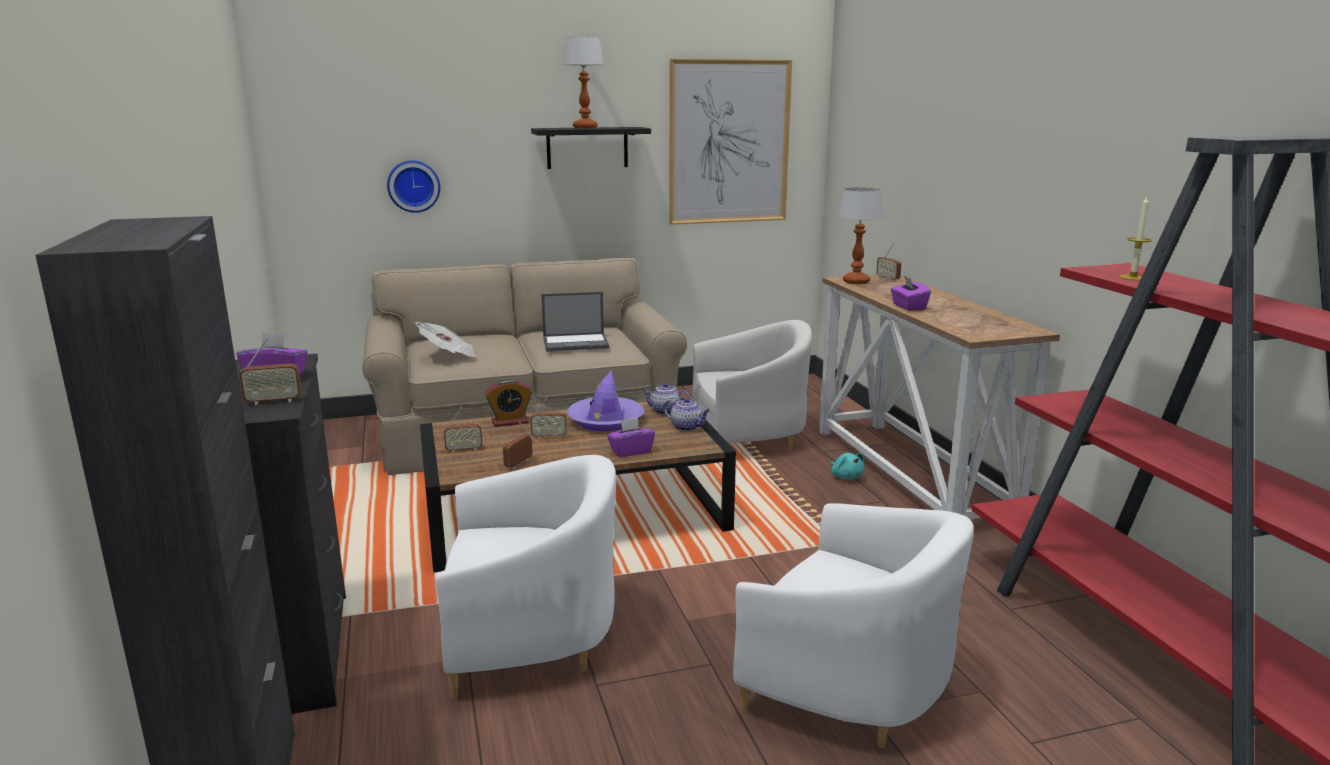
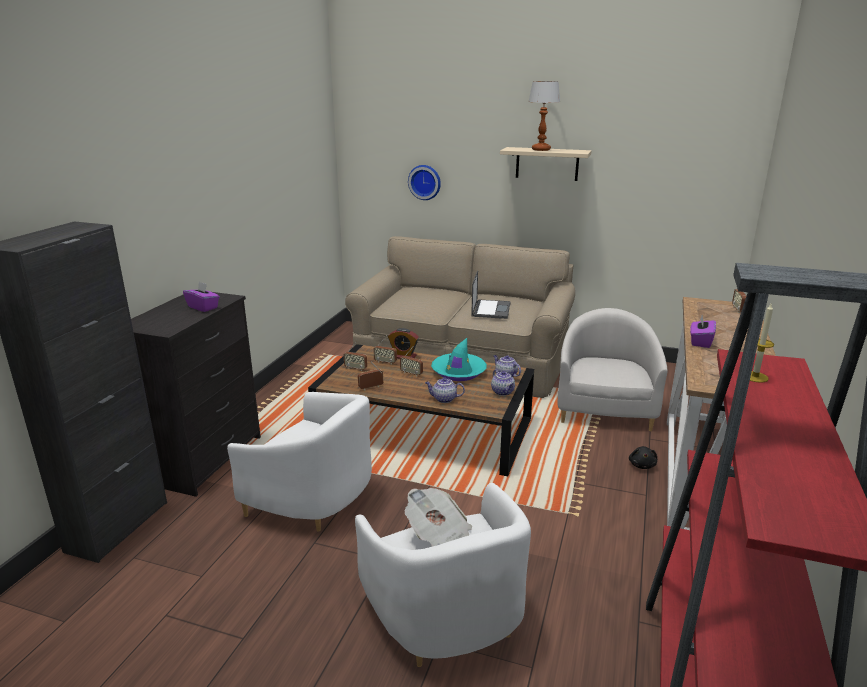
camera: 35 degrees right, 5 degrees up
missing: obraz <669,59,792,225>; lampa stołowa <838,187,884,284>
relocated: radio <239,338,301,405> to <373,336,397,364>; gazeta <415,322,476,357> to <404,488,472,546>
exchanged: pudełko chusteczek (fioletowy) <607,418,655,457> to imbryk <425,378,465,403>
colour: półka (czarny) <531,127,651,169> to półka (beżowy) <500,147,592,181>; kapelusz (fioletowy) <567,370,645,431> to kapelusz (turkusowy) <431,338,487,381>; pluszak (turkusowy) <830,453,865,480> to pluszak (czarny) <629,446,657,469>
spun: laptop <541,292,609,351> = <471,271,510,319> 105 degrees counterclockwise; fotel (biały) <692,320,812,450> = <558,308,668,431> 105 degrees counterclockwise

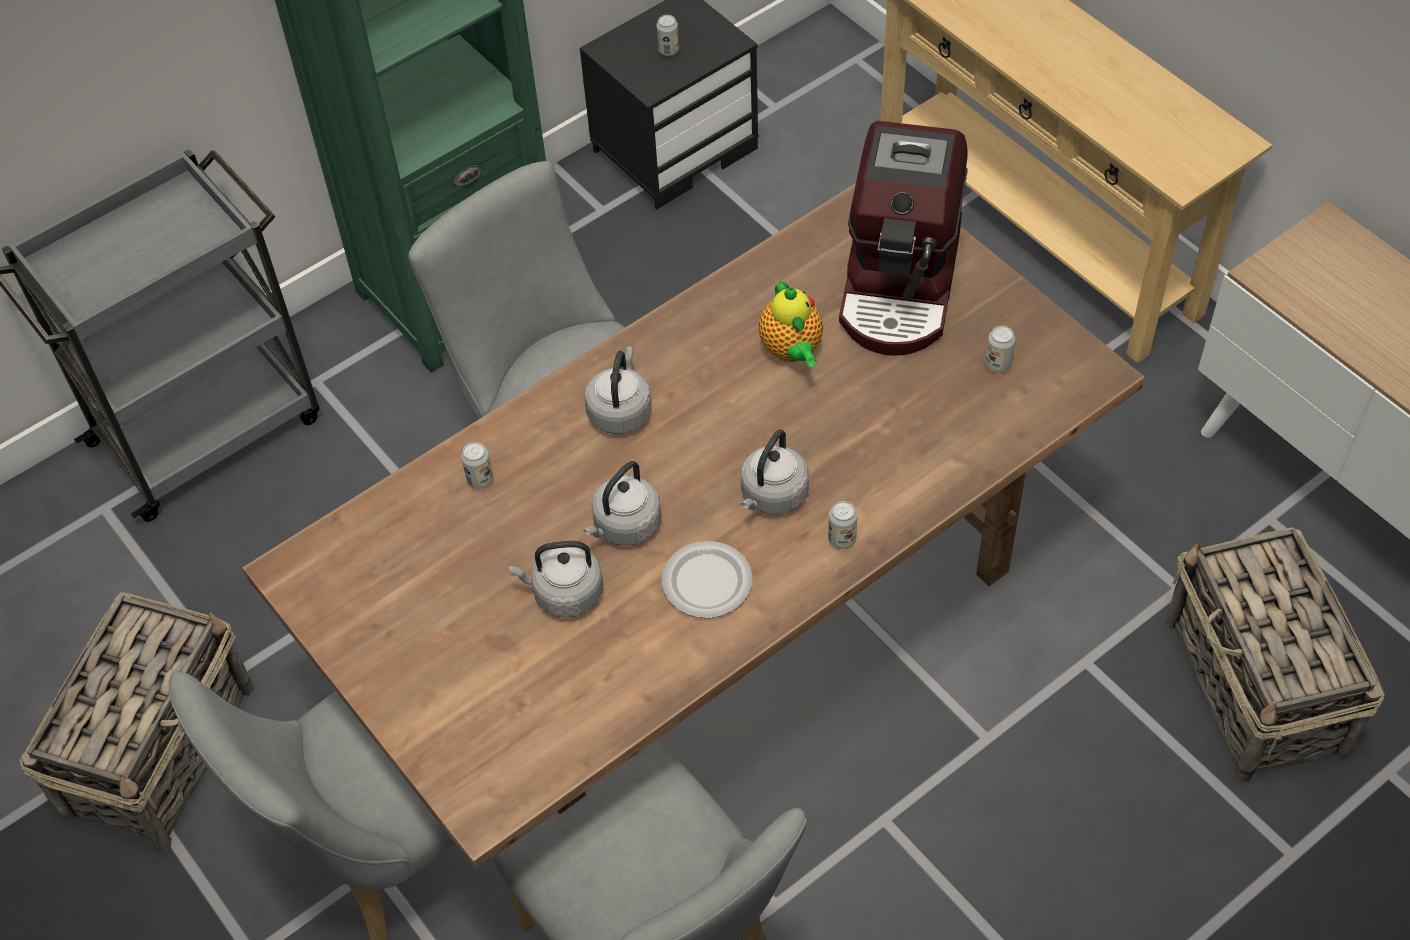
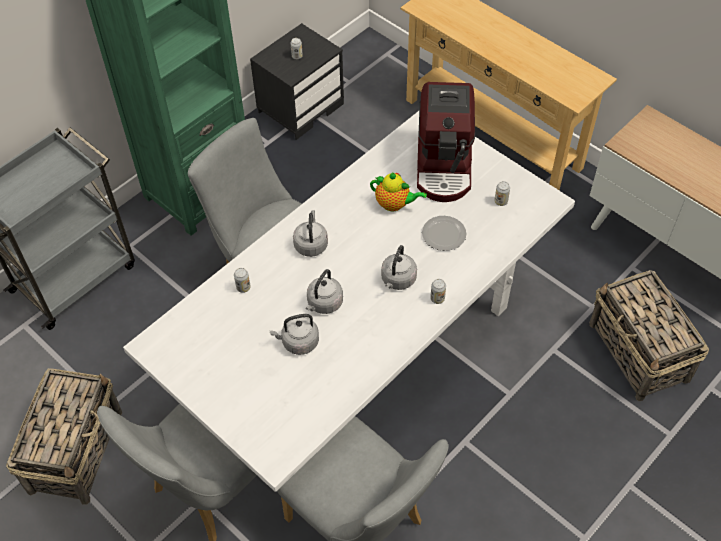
camera: 10 degrees left, 0 degrees up
relocated: talerz <662,541,752,618> to <422,216,466,251>
colour: stół jadalny (brązowy) <243,183,1144,869> to stół jadalny (biały) <123,111,575,492>
spun: imbryk <758,279,823,367> = <370,172,427,212> 45 degrees counterclockwise

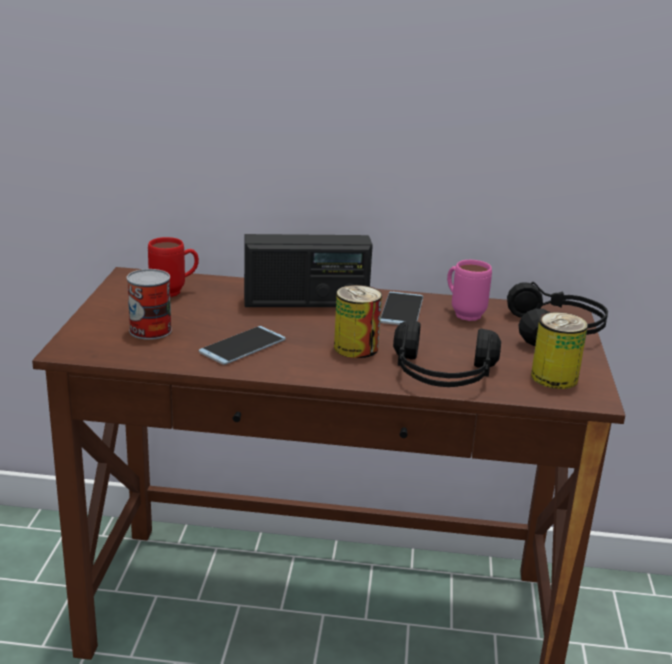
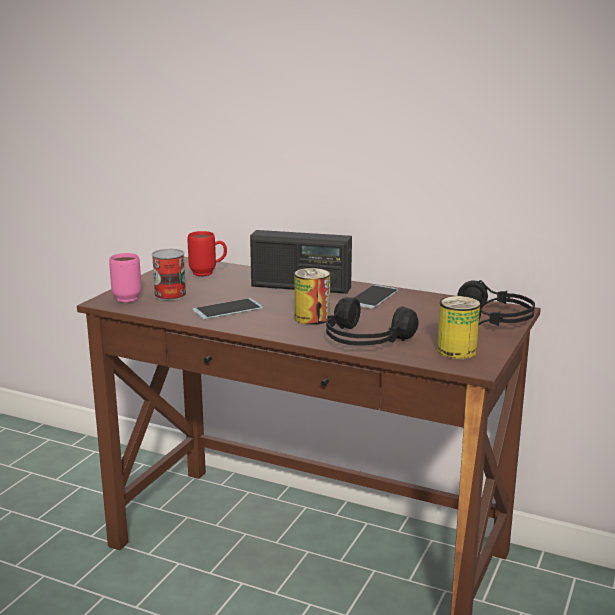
camera: 20 degrees right, 5 degrees down
relocated: kubek (różowy) <447,260,492,321> to <109,253,142,303>

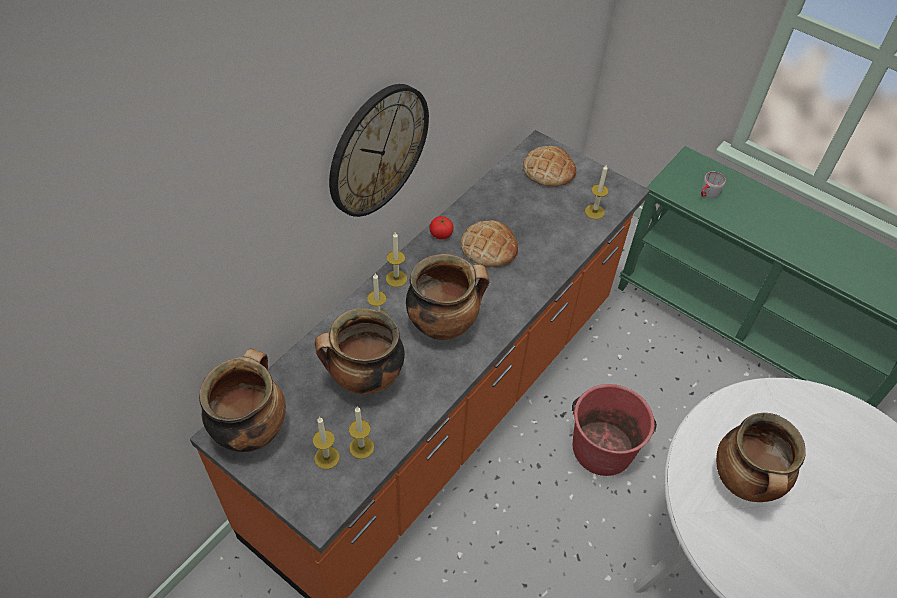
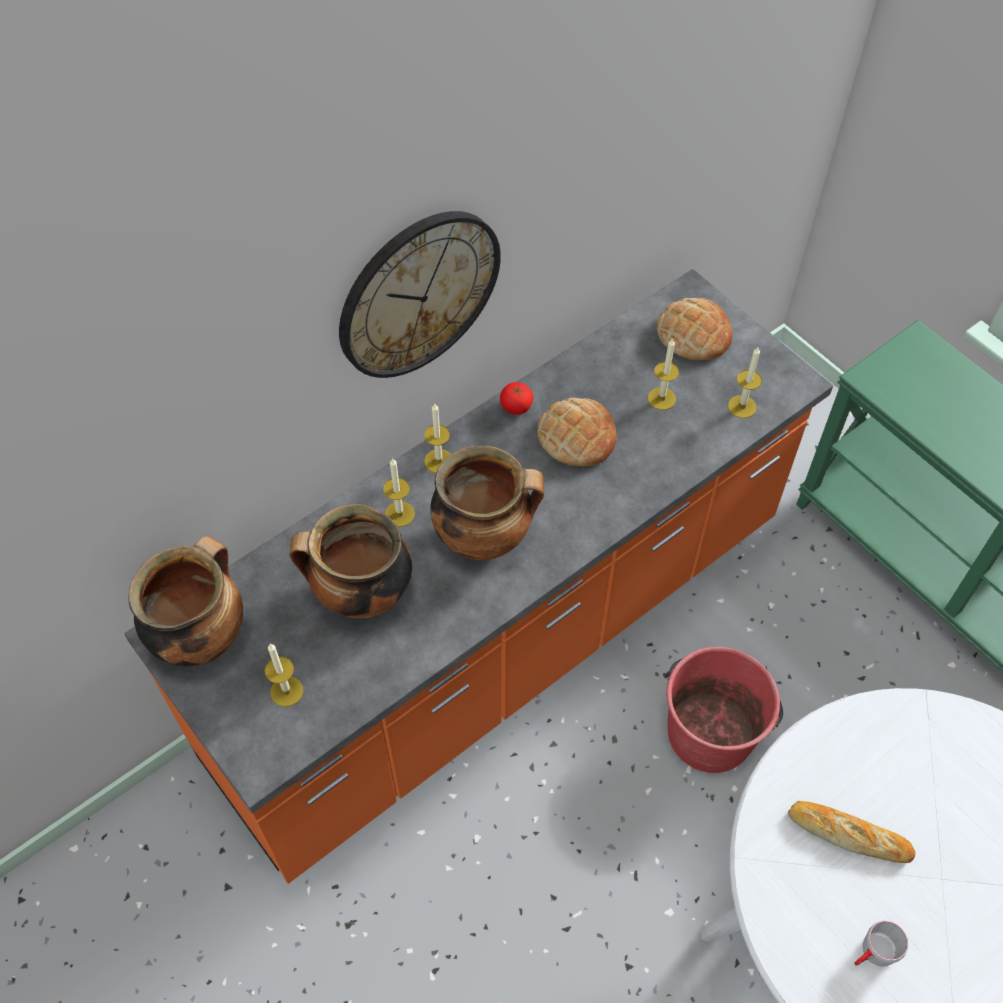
camera: 15 degrees right, 5 degrees up
relocated: świeca <349,407,374,459> to <648,338,679,410>; kubek (szary) <701,172,725,198> to <855,921,908,967>
exchanged: garnek <716,413,806,502> to chleb <788,801,915,863>

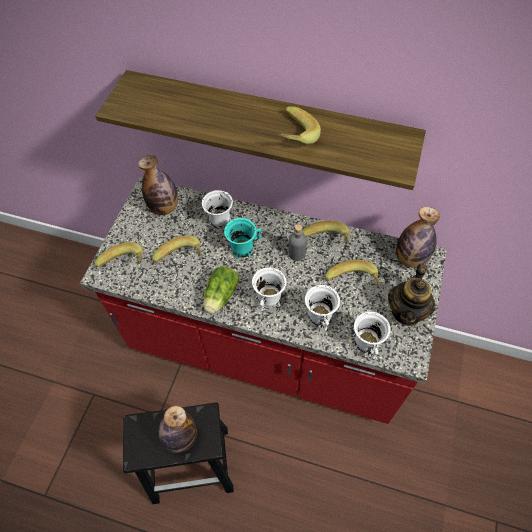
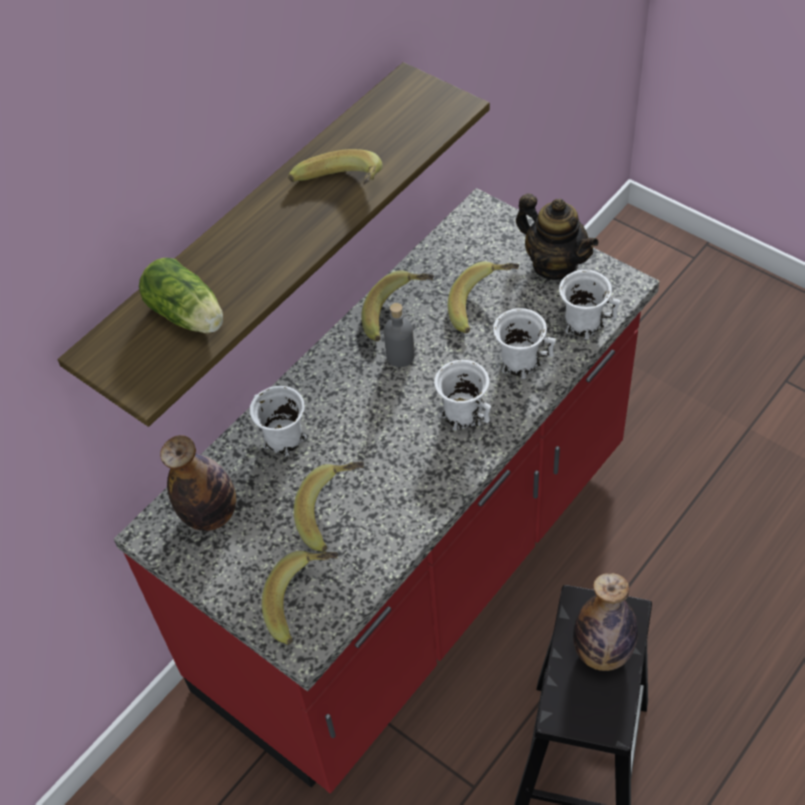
camera: 65 degrees left, 5 degrees down
missing: kubek (turkusowy) <224,218,261,259>; butelka <396,207,440,268>
relocated: sałata <203,266,239,314> to <139,258,223,333>

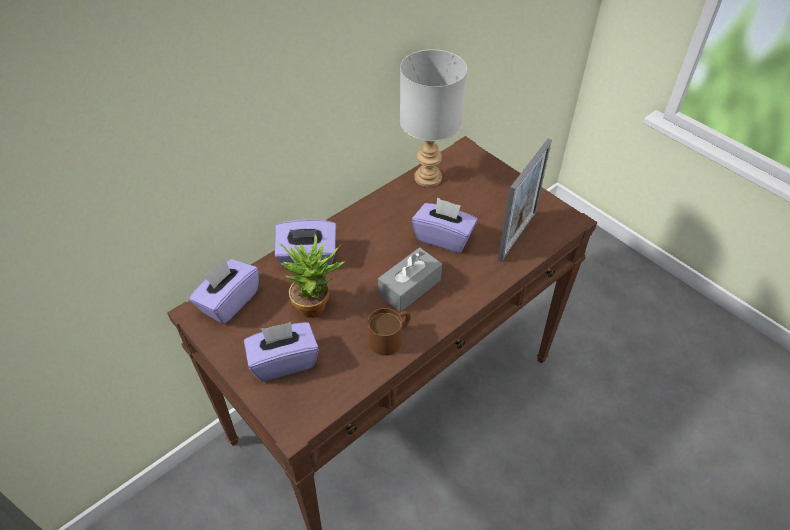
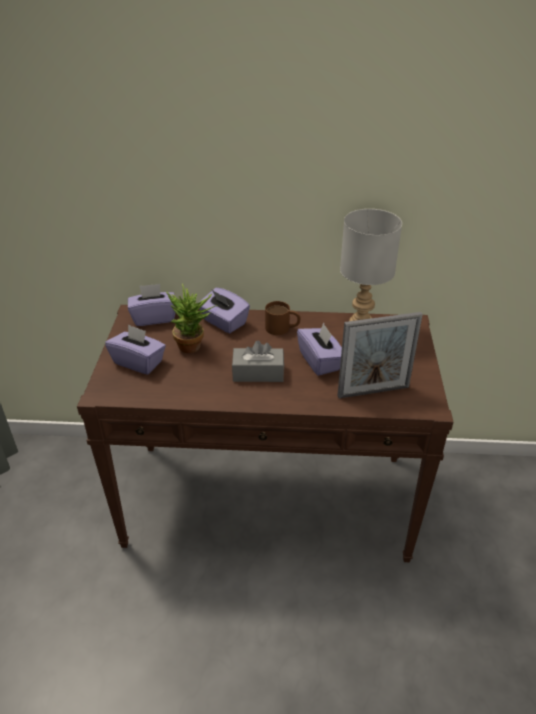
camera: 45 degrees right, 10 degrees down
relocated: kubek (brązowy) <368,308,411,356> to <265,301,300,335>

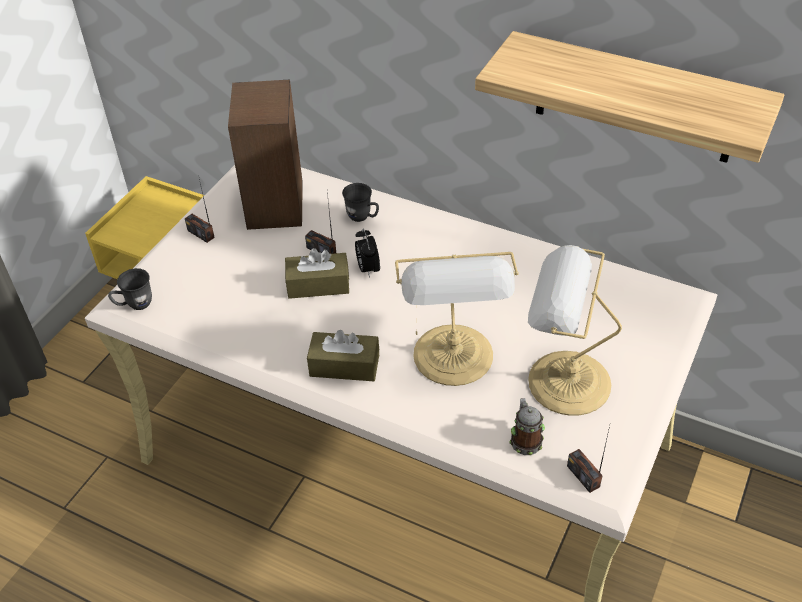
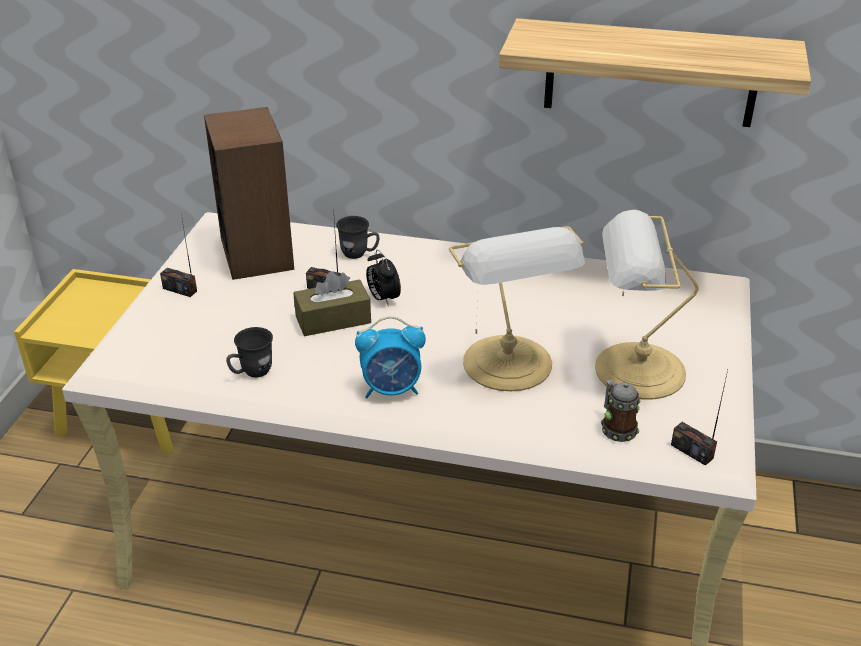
camera: 15 degrees left, 10 degrees down
relocated: kubek (szary) <108,268,152,310> to <226,327,273,378>
exchanged: pudełko chusteczek (brązowy) <307,330,379,381> to budzik <355,316,426,399>

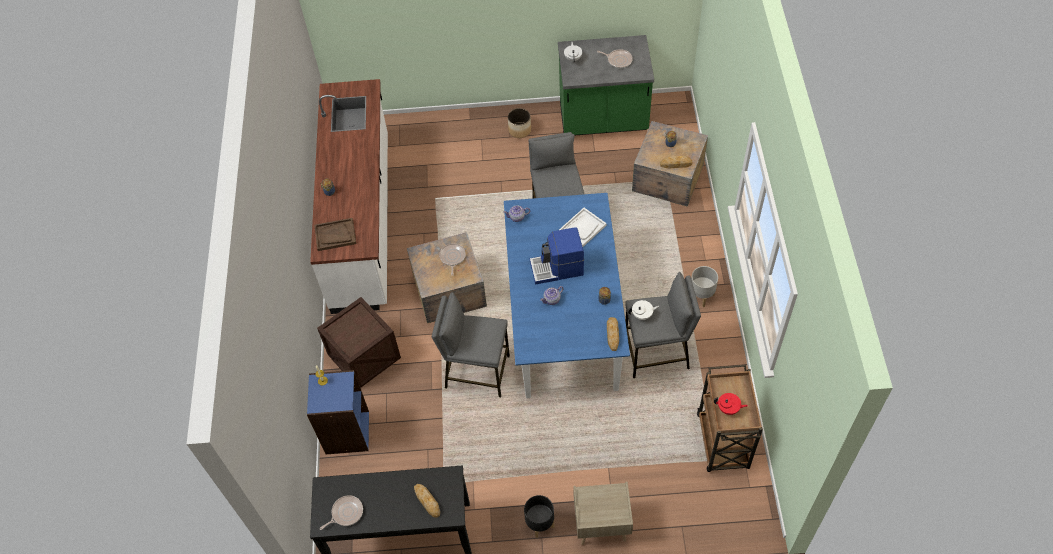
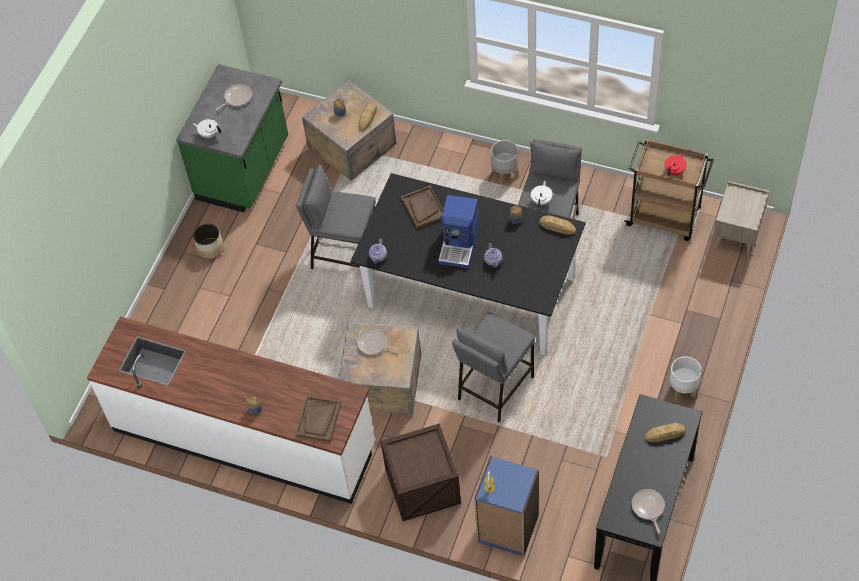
camera: 65 degrees left, 0 degrees up
relocated: szafka nocna (beżowy) <574,482,633,545> to <713,181,769,257>
colour: stół jadalny (niebieski) <504,193,630,398> to stół jadalny (czarny) <350,173,586,355>; donica (czarny) <524,495,554,538> to donica (biały) <670,356,701,400>; taca (biały) <559,208,607,247> to taca (brązowy) <401,185,443,229>

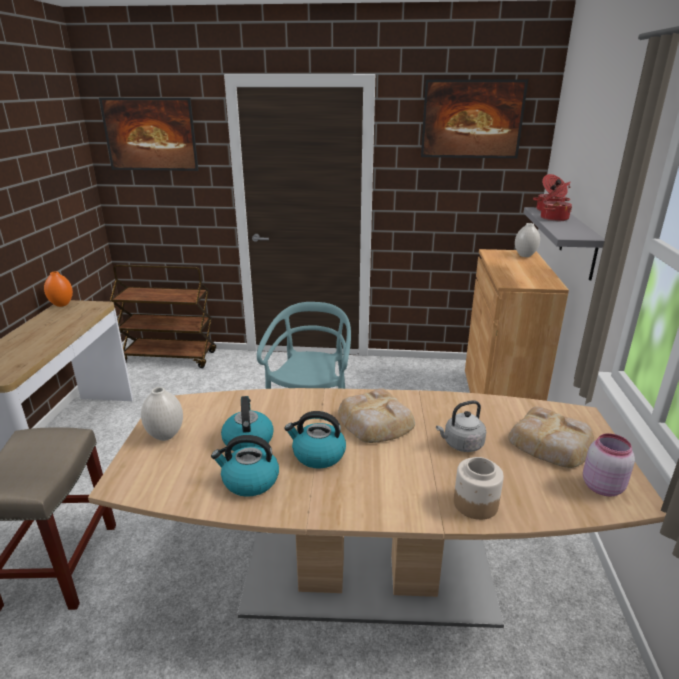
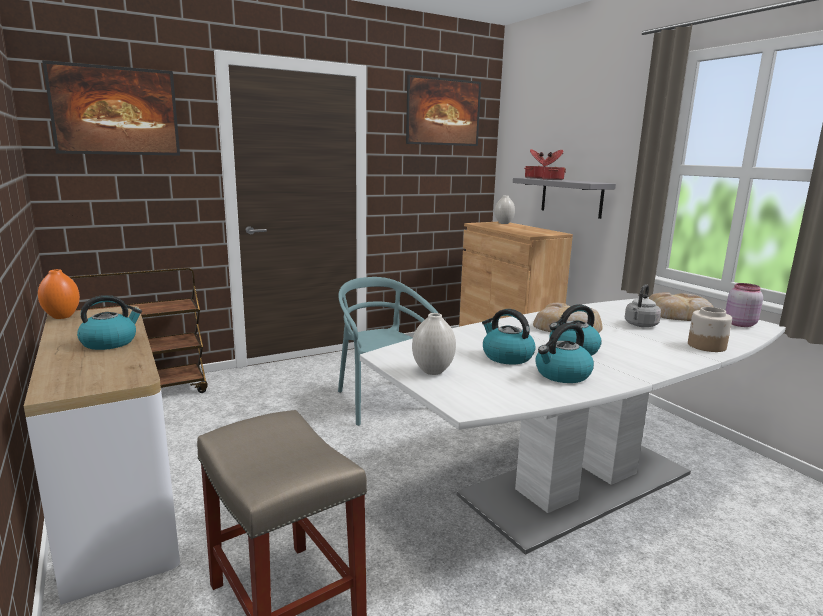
camera: 35 degrees left, 10 degrees down
appeared: czajnik <77,295,142,350>
colour: stół jadalny (brązowy) <88,388,666,628> to stół jadalny (biały) <360,299,786,555>

